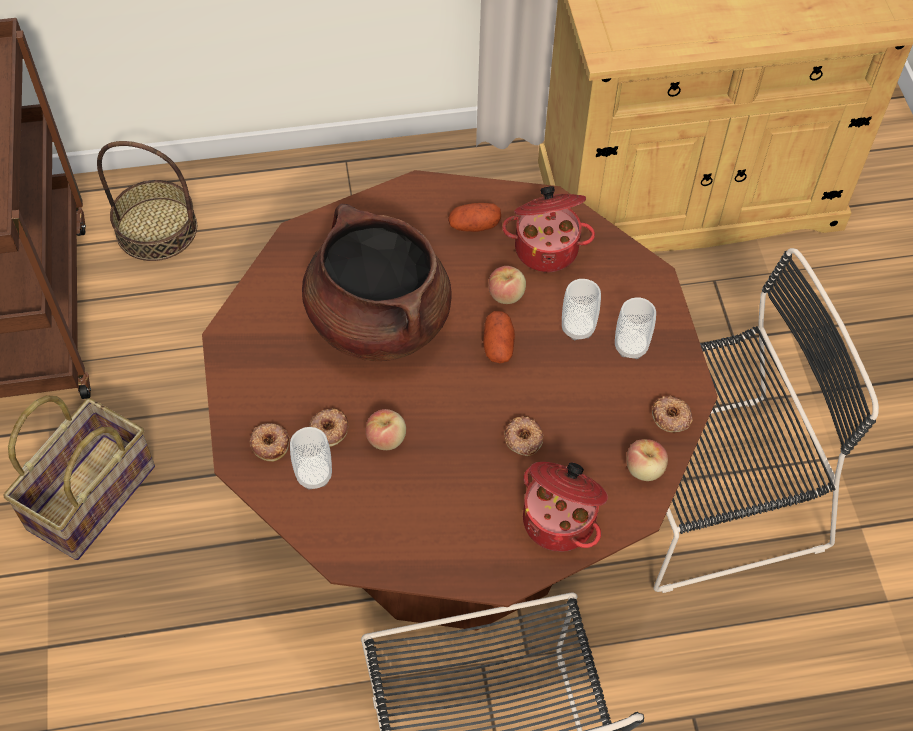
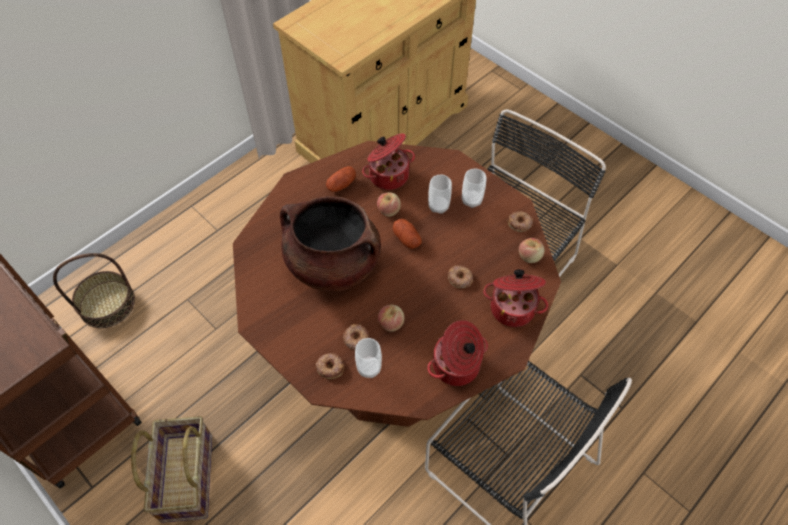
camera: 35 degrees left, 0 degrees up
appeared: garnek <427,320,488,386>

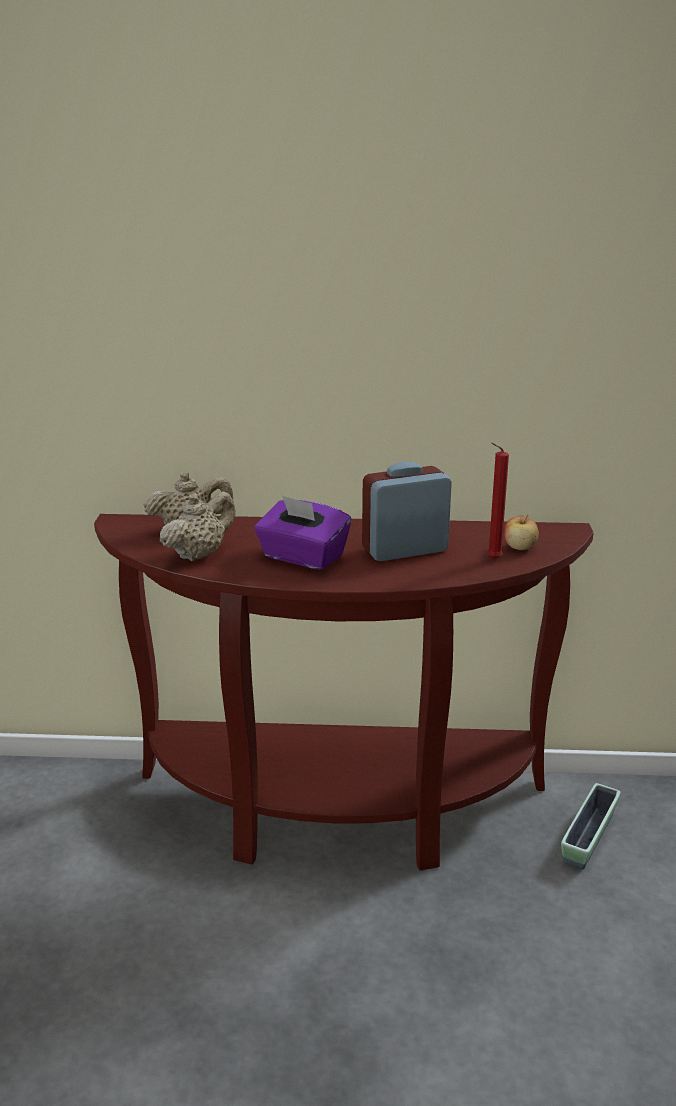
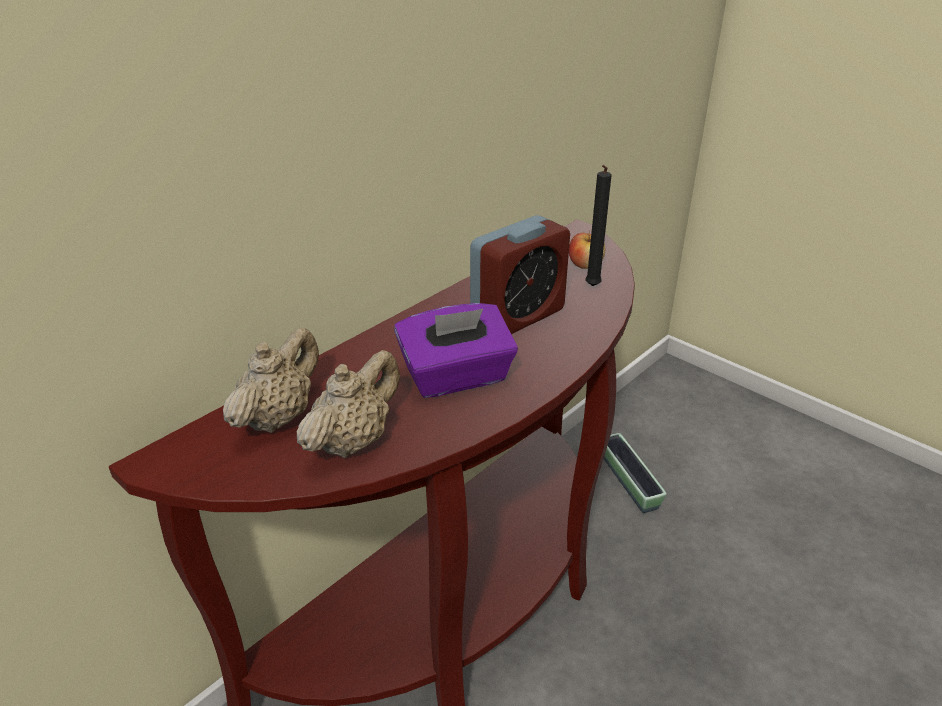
camera: 50 degrees left, 10 degrees up
colour: świeca (czerwony) <487,443,509,559> to świeca (czarny) <585,165,612,286>
spun: imbryk (beżowy) <160,491,236,561> = <297,350,400,458> 45 degrees clockwise; budzik <362,462,452,561> = <470,215,570,334> 150 degrees counterclockwise

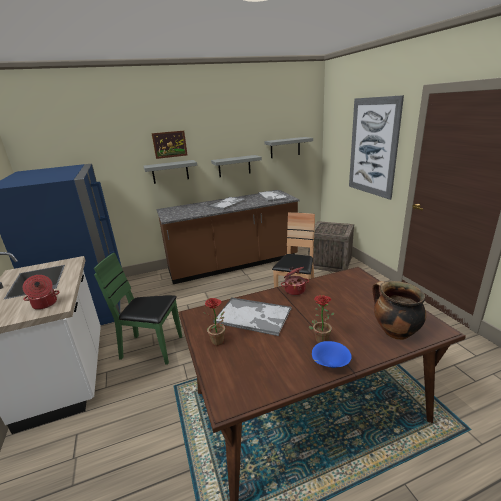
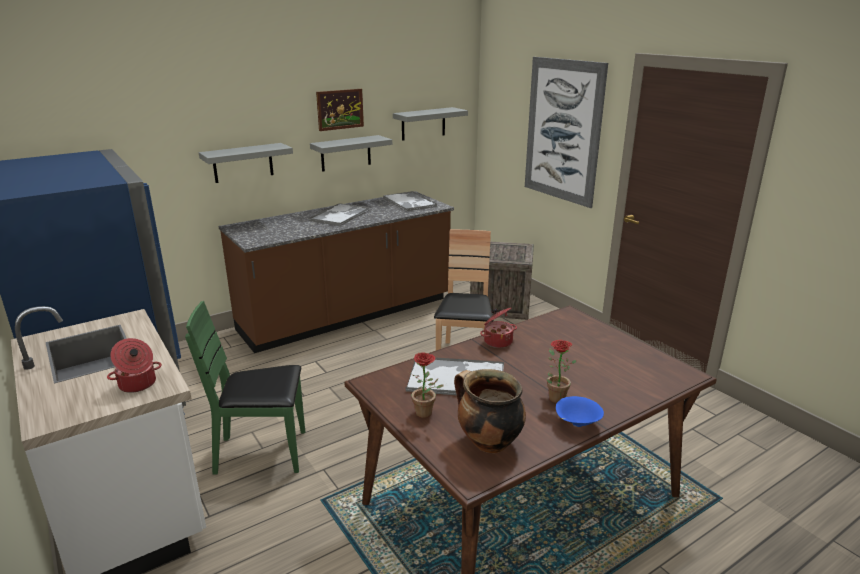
camera: 15 degrees left, 0 degrees up
relocated: obraz <152,131,187,159> to <316,89,364,131>; garnek <372,281,426,340> to <454,369,526,453>

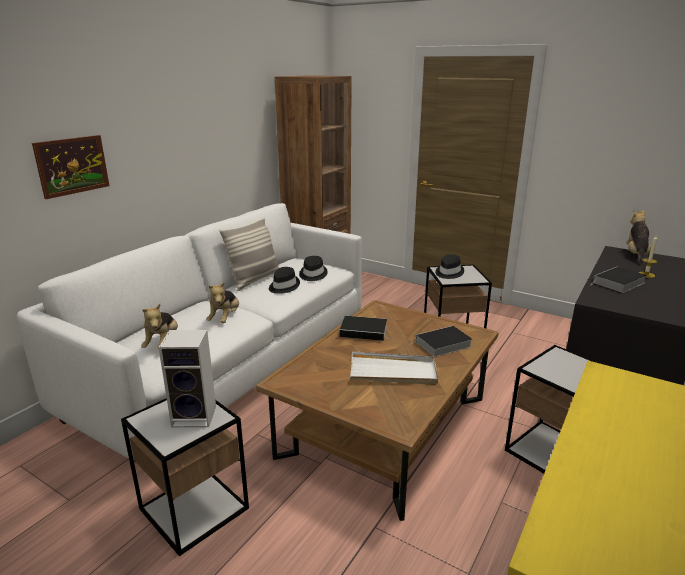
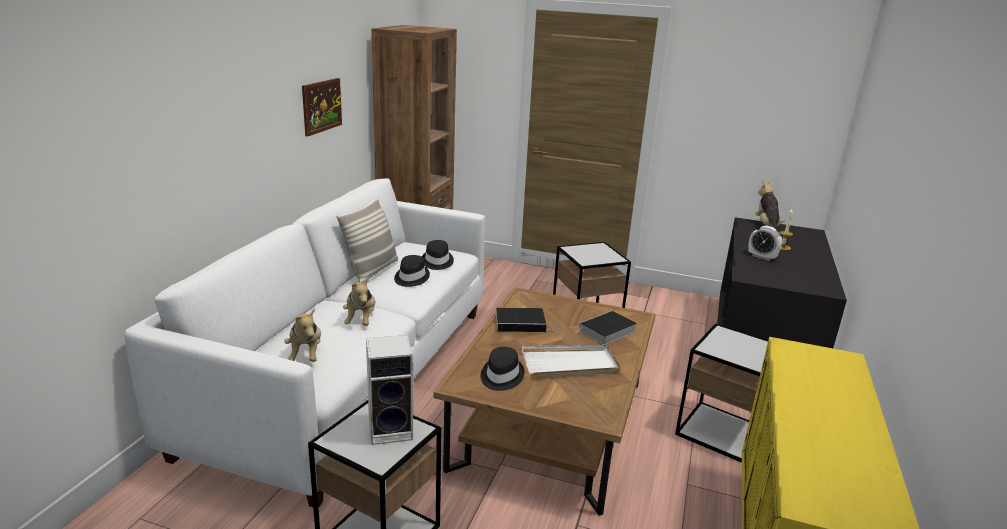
camera: 15 degrees left, 0 degrees up
relocated: obraz <32,135,109,199> to <302,78,342,136>; kapelusz (czarny) <435,255,464,279> to <480,347,524,391>
exchanged: książka <591,266,647,293> to budzik <748,226,782,261>

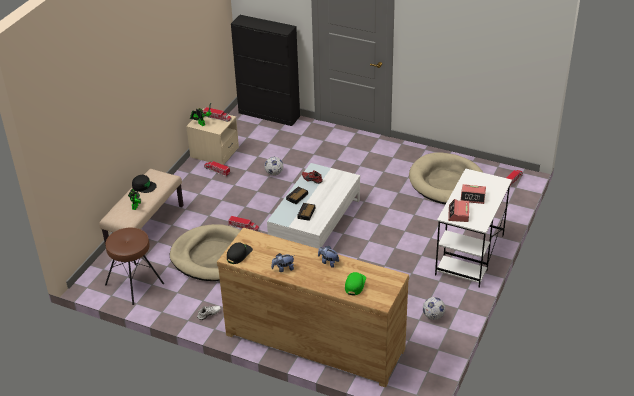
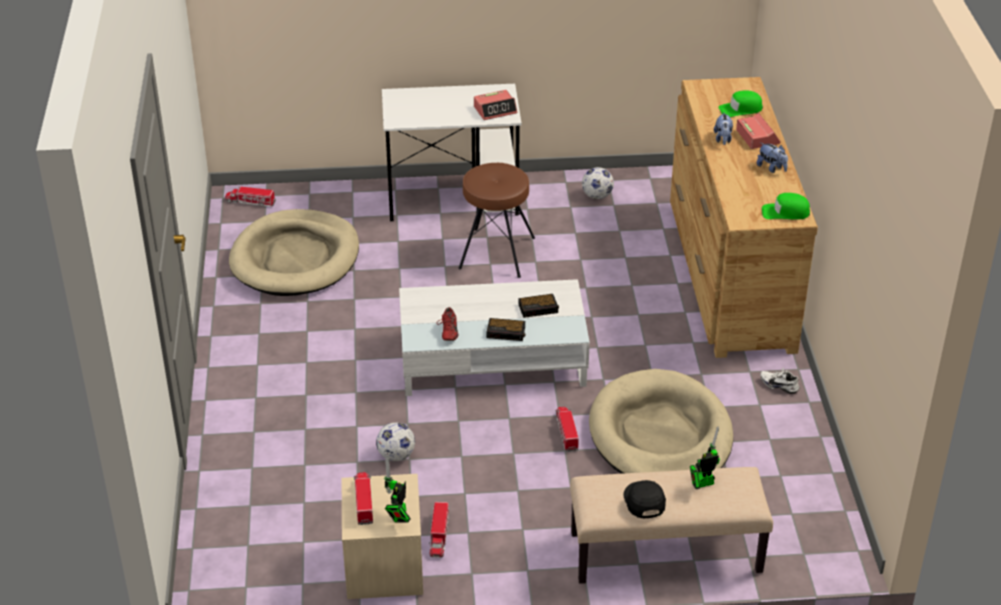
camera: 120 degrees left, 0 degrees up
missing: szafka (czarny) <231,15,300,126>
relocated: stołek (brązowy) <105,228,164,305> to <459,163,535,278>; budzik <460,184,486,204> to <736,113,780,149>
colour: czapka z daszkiem (czarny) <227,243,253,264> to czapka z daszkiem (zielony) <762,193,810,220>

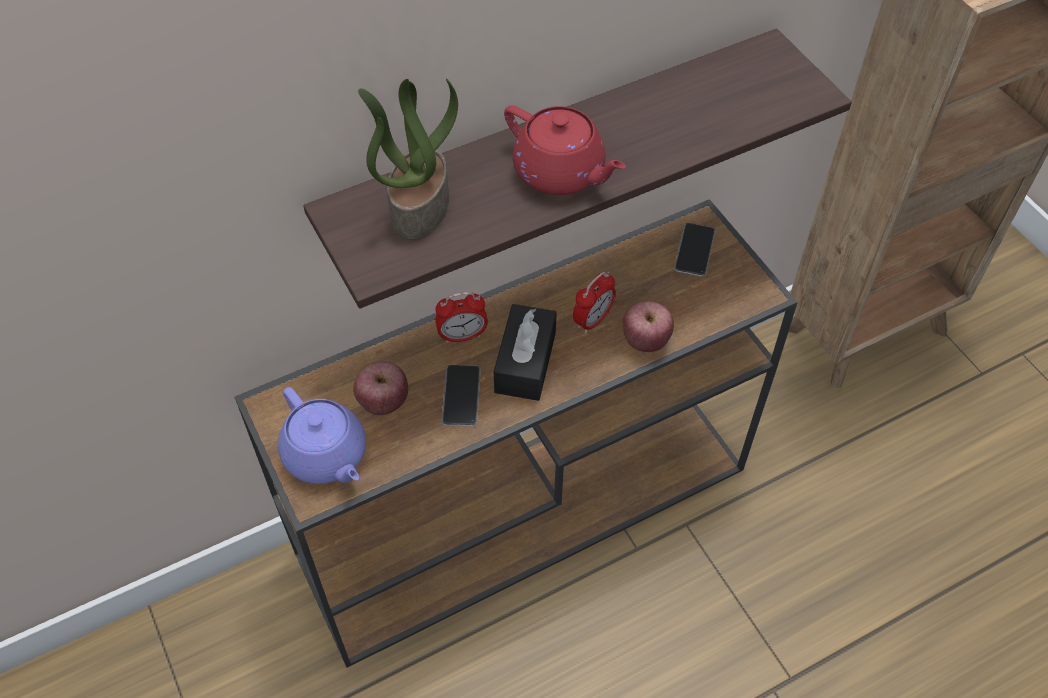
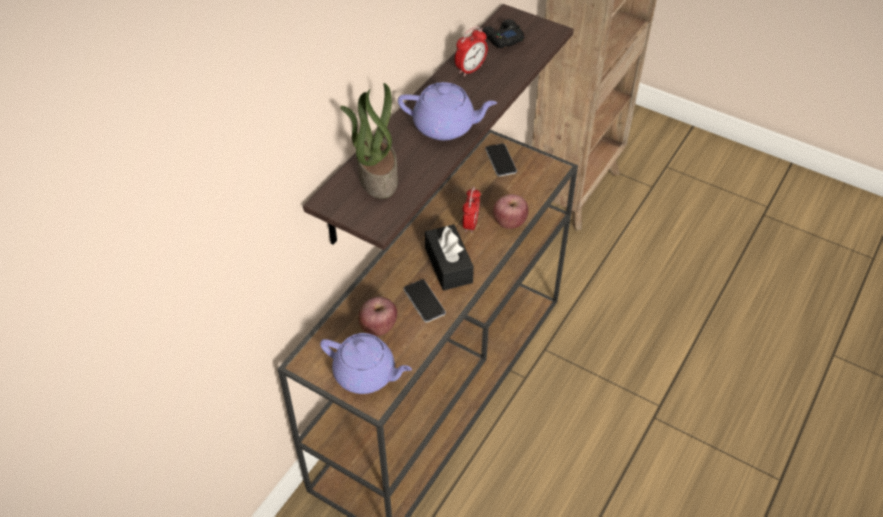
camera: 30 degrees left, 5 degrees down
appeared: pad do gier (czarny) <482,19,524,48>
relocated: budzik <435,292,488,343> to <455,26,488,77>
colour: imbryk (czerwony) <504,105,626,195> to imbryk (fioletowy) <398,82,497,140>

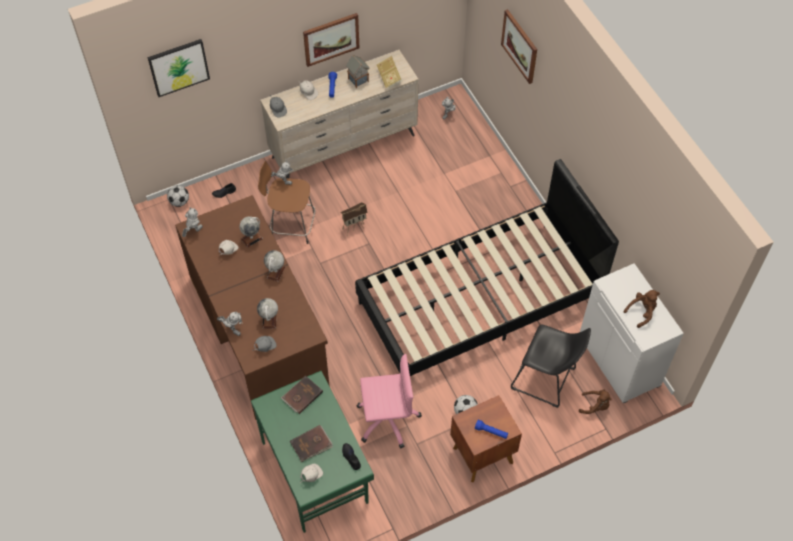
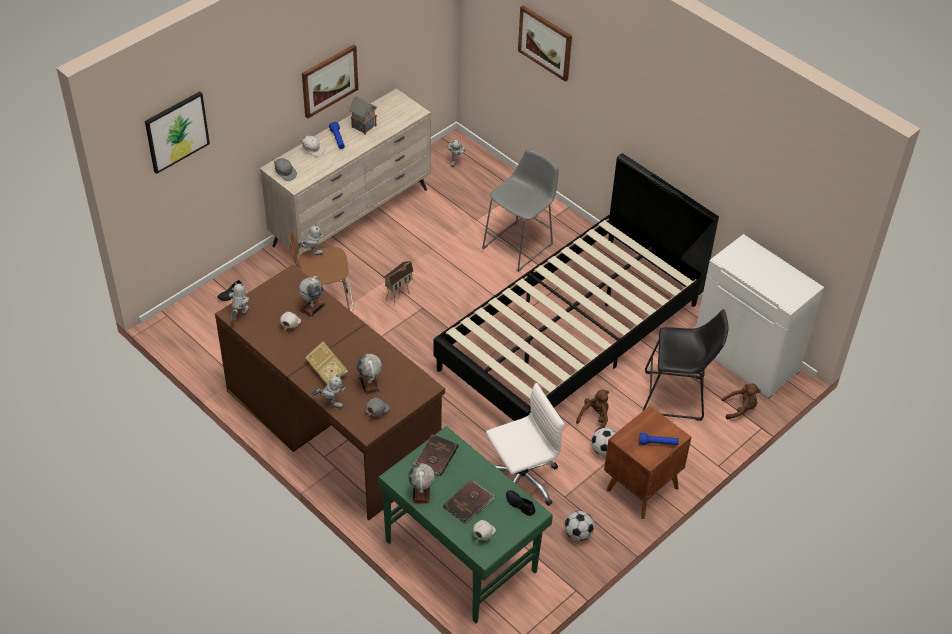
camera: 20 degrees left, 10 degrees down
appeared: stołek (szary) <482,149,559,272>
relocated: piłka futbolowa <167,185,189,207> to <565,511,594,541>; globus <264,250,285,282> to <408,463,435,504>; książka <377,56,403,89> to <305,342,348,384>; pluszak (brązowy) <624,290,660,328> to <576,390,609,432>
colour: krzesło biurowe (różowy) <357,354,422,448> to krzesło biurowe (biały) <486,383,564,506>

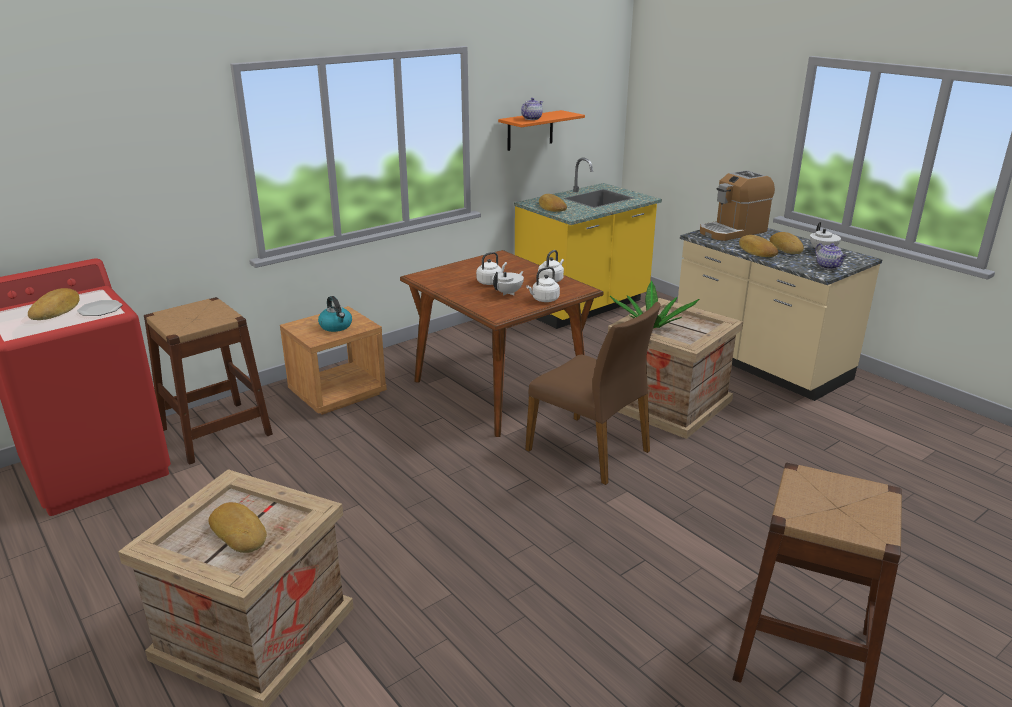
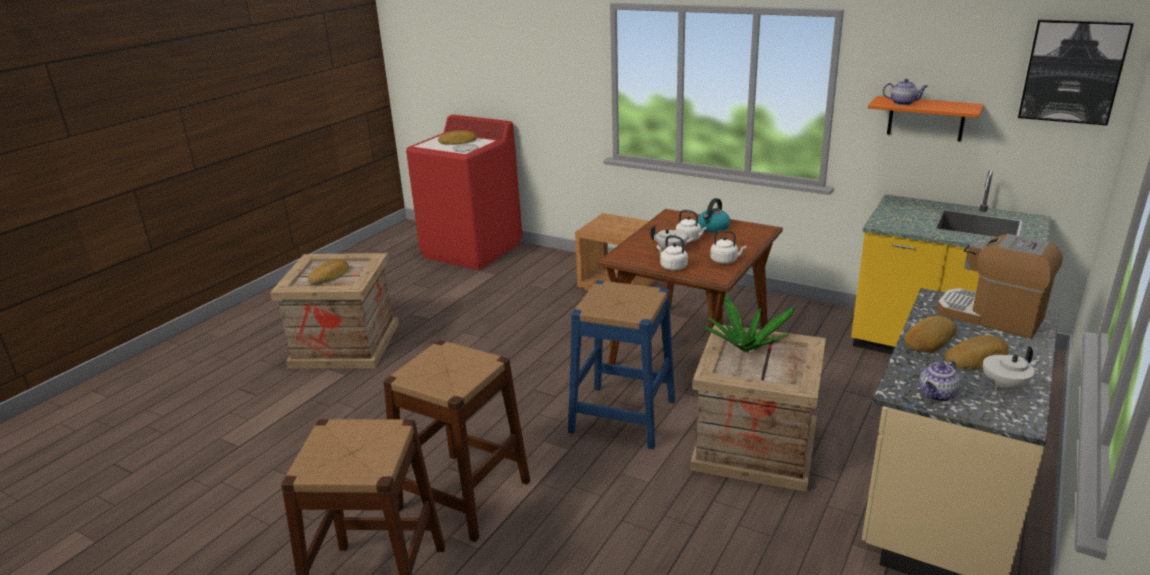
camera: 70 degrees right, 0 degrees up
missing: chleb <539,194,567,212>
appeared: obraz <1018,19,1134,125>
relocated: stołek (brązowy) <144,297,273,465> to <383,340,530,542>; czajnik <318,296,352,332> to <698,198,730,233>
exchanged: krzesło (brązowy) <525,302,661,485> to stołek (niebieski) <568,280,675,449>

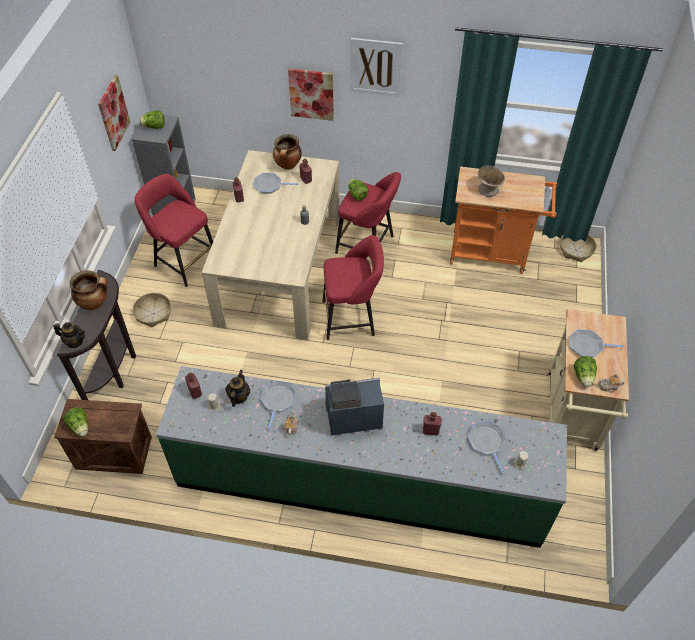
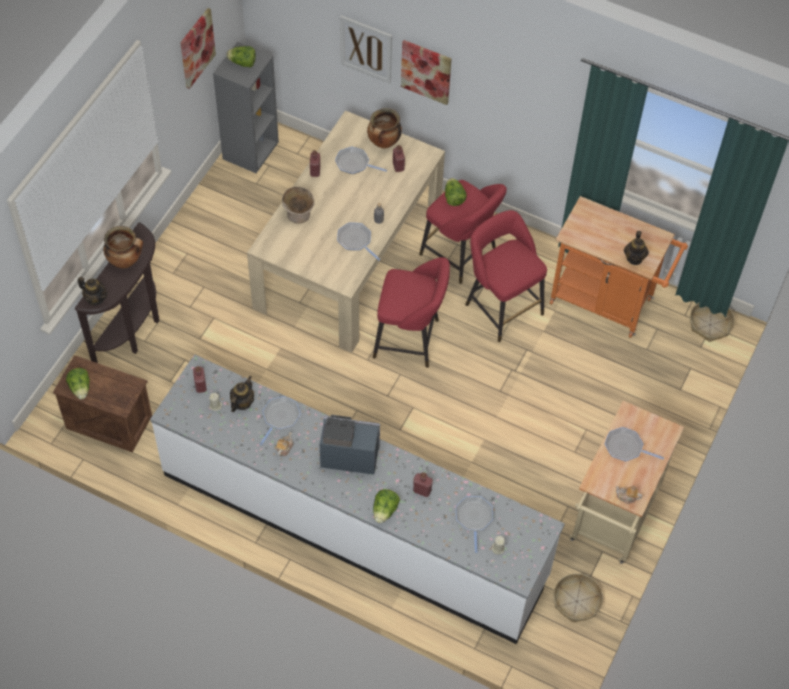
camera: 15 degrees right, 5 degrees up
appeared: patelnia <337,222,380,261>; imbryk <624,231,649,265>
relocated: koszyk <132,293,171,328> to <553,573,603,622>; stołek (czerwony) <134,174,213,287> to <465,210,547,342>; obraz <351,38,403,97> to <340,15,392,84>; miska (beżowy) <478,166,505,197> to <282,187,315,223>; sałata <574,356,597,387> to <373,489,400,523>
colour: zabudowa kuchenna (zielony) <156,366,567,548> to zabudowa kuchenna (biały) <150,354,565,644>

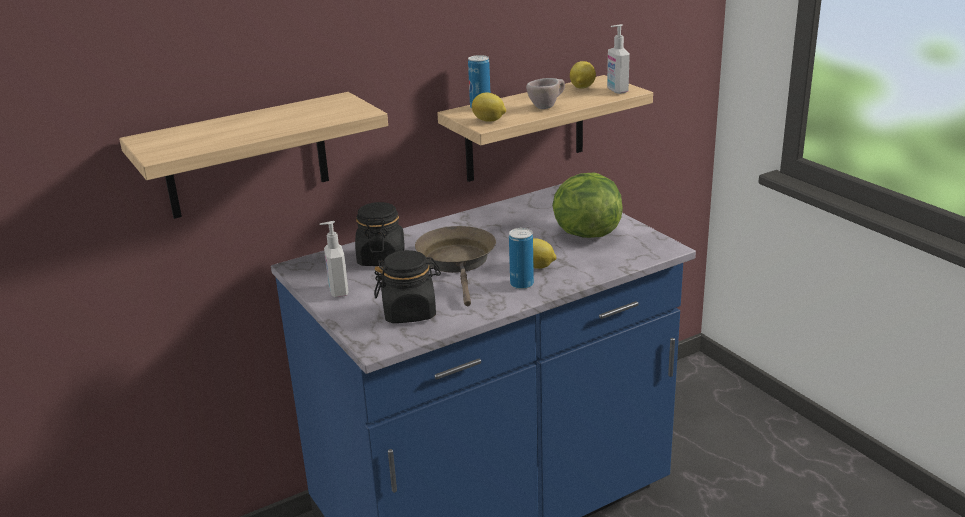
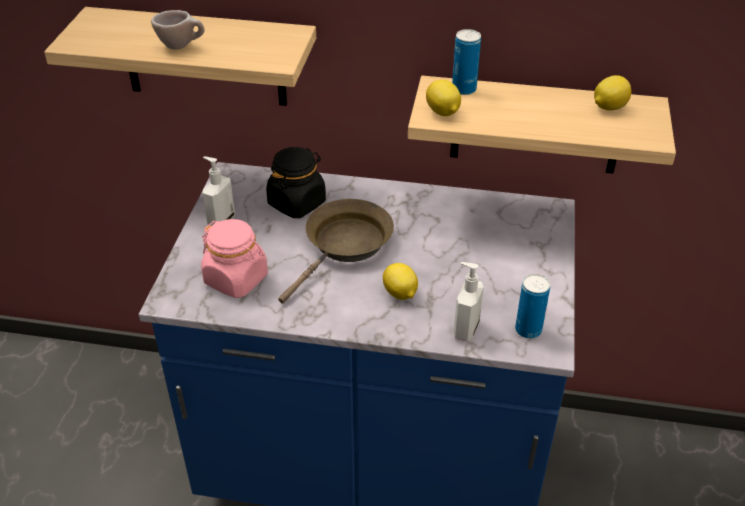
camera: 40 degrees right, 15 degrees up
missing: sałata <552,173,623,238>
relocated: puszka <509,228,534,289> to <515,274,550,339>; filiżanka (beżowy) <526,78,565,109> to <151,10,205,50>; dozownik mydła <607,24,630,94> to <454,262,484,342>
colour: słoik (czarny) <374,250,441,323> to słoik (różowy) <201,219,268,298>

